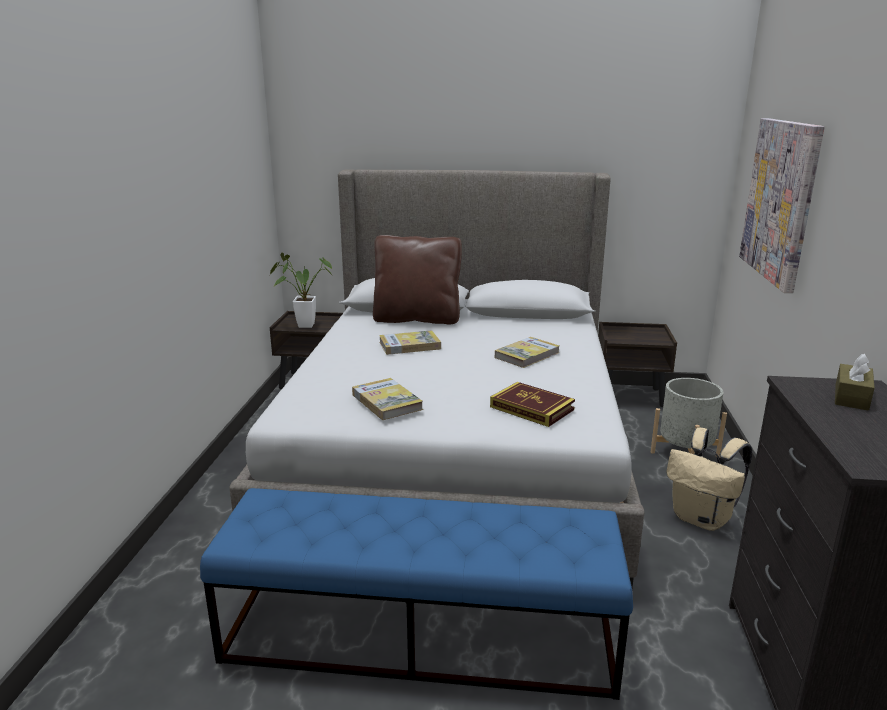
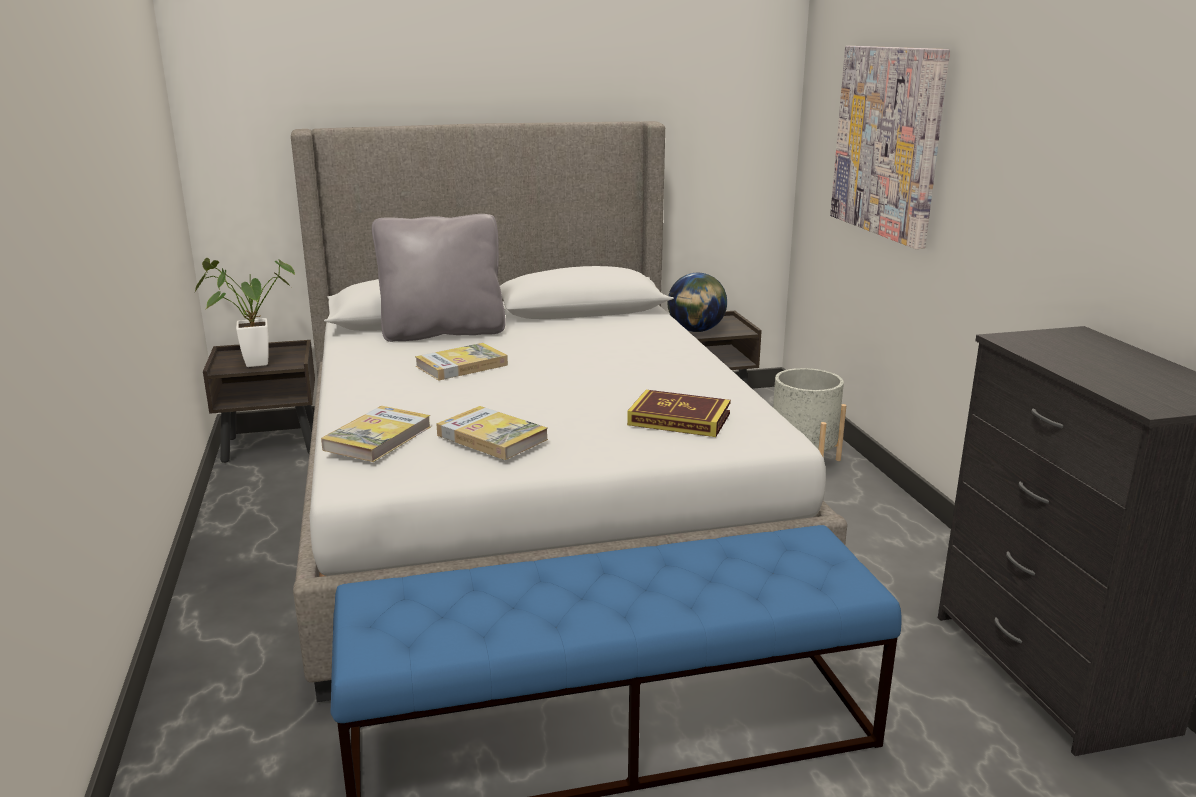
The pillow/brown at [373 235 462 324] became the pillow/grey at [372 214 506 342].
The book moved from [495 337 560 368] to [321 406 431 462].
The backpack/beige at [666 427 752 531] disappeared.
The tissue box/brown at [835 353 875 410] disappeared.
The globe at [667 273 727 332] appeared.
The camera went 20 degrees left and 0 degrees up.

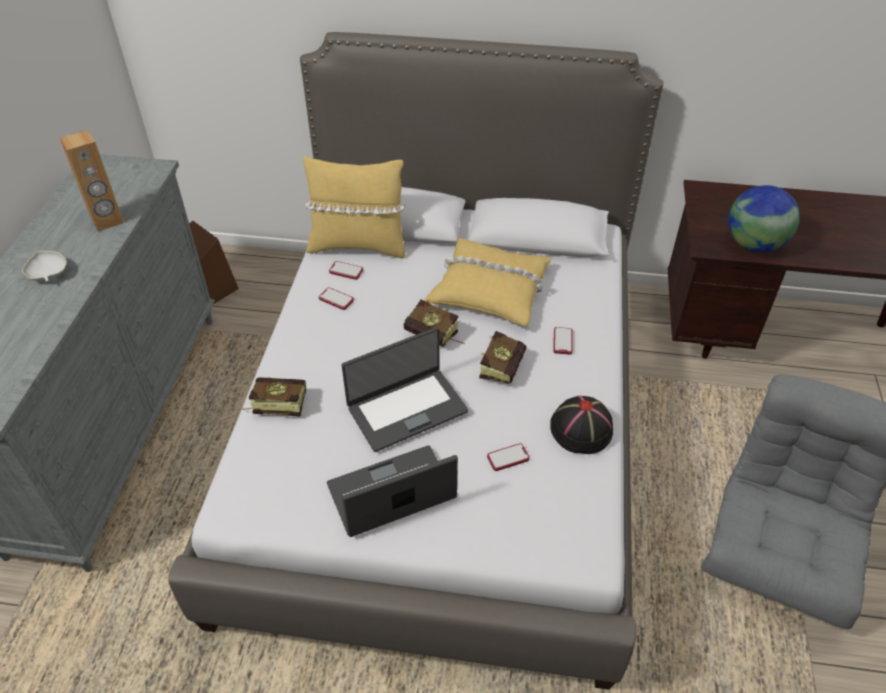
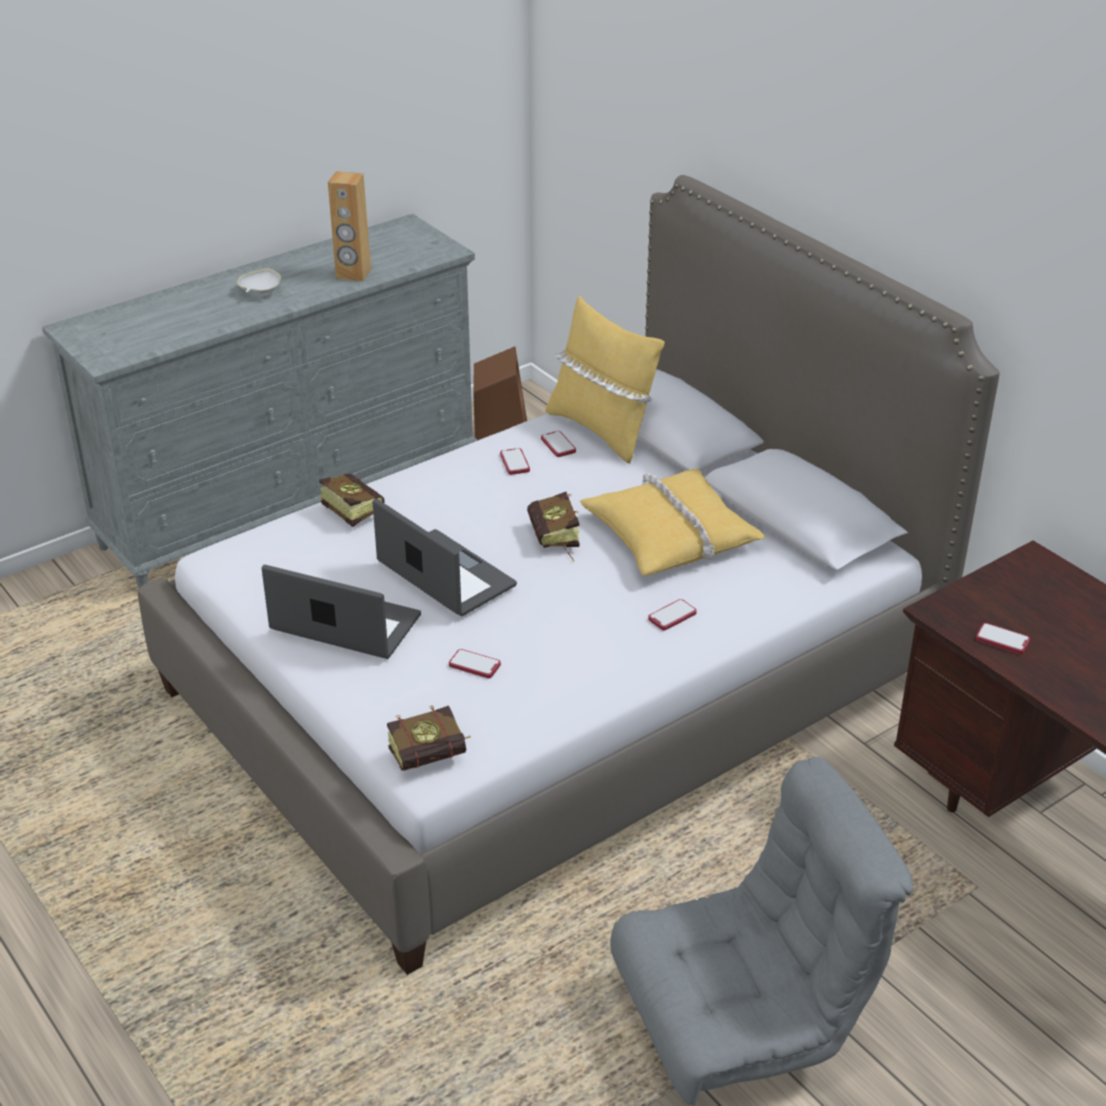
The laptop at [342 327 468 452] turned 150 degrees counterclockwise.
The book moved from [479 331 527 384] to [387 706 471 771].
The hat/black at [550 396 613 454] disappeared.
The globe at [728 185 800 252] was replaced by the phone at [976 623 1030 654].
The camera went 45 degrees right and 10 degrees down.

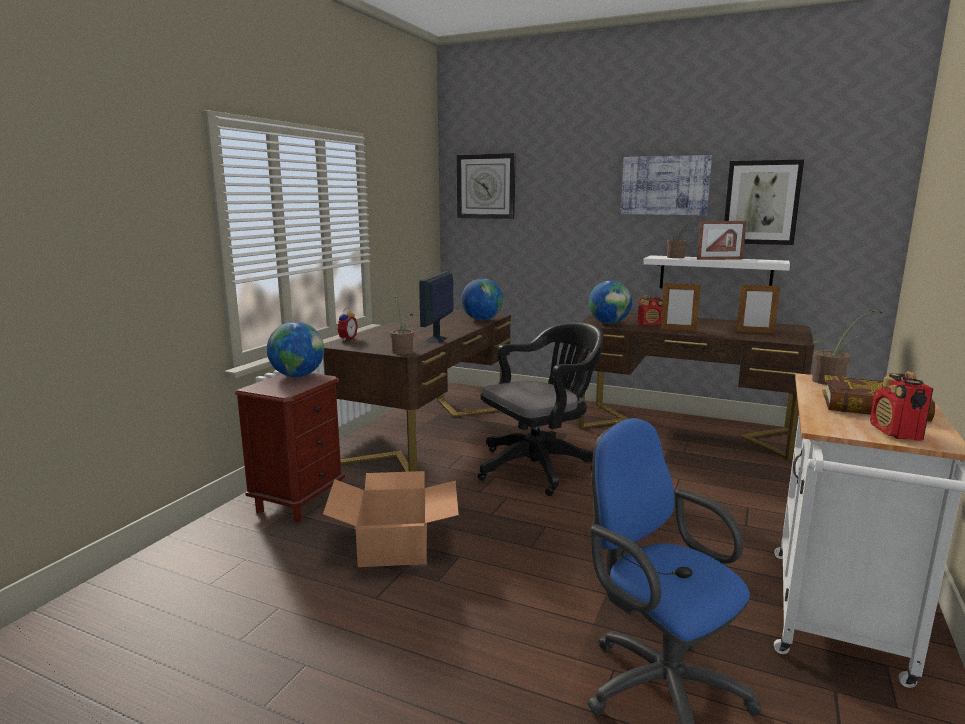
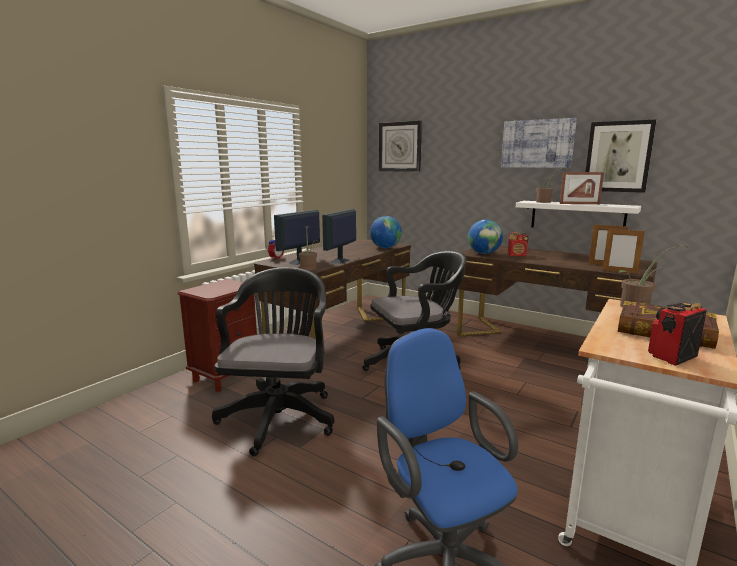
The globe at [267 322 324 377] disappeared.
The cardboard box at [323 471 459 567] was replaced by the office chair/black at [212 267 335 456].
The picture frame moved from [661 283 701 331] to [602 229 645 274].
The radio at [870 371 933 441] turned 45 degrees clockwise.
The monitor at [274 210 320 265] appeared.
The camera went 10 degrees right and 0 degrees up.

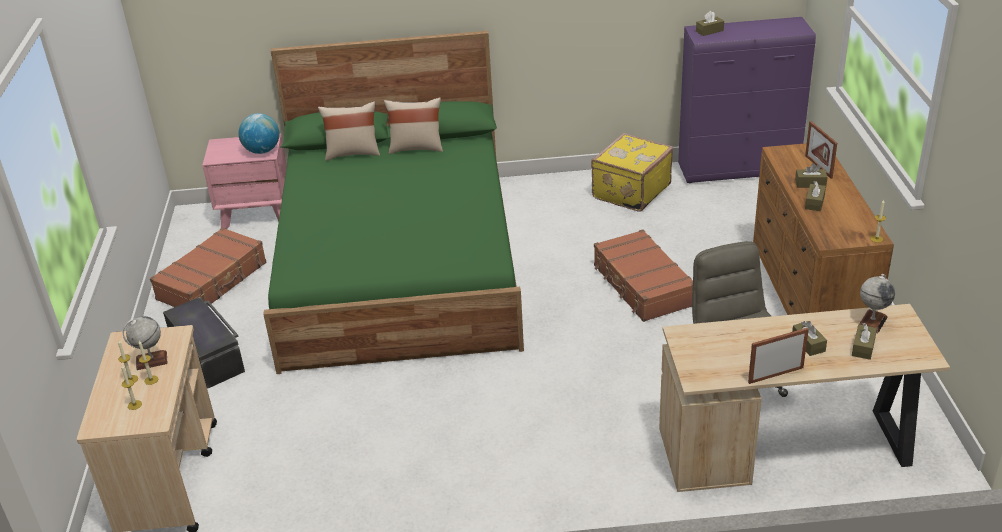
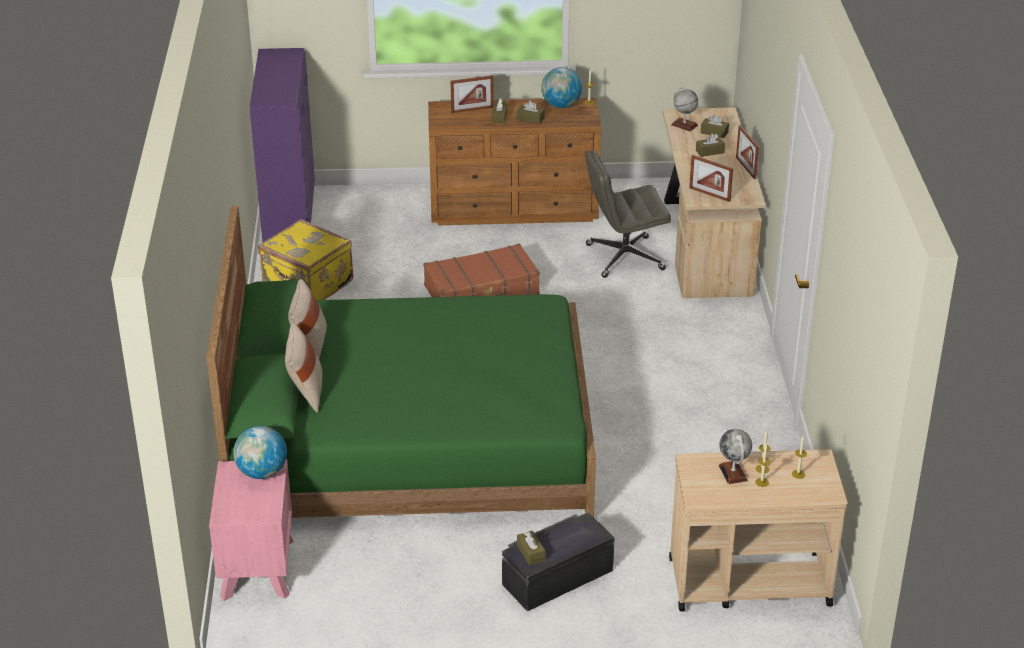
The suitcase/brown at [150 227 266 307] disappeared.
The tissue box/brown moved from [696 11 724 36] to [517 531 545 565].
The globe at [541 67 582 108] appeared.
The picture frame at [689 155 733 202] appeared.
The camera went 90 degrees left and 0 degrees up.

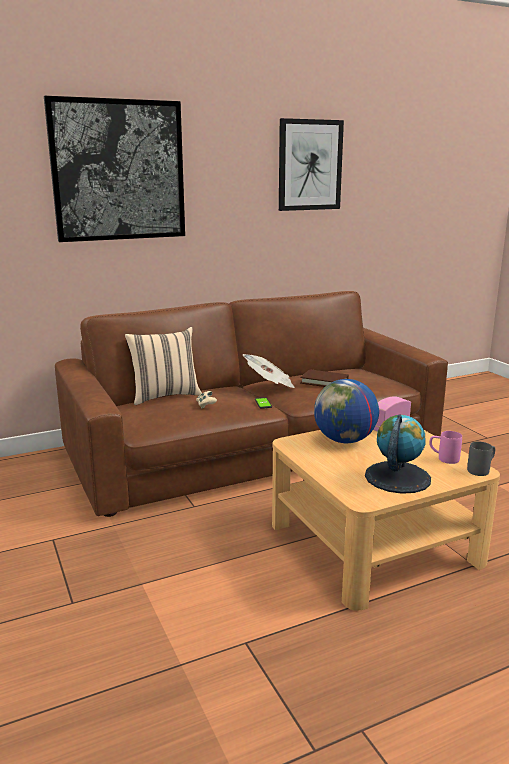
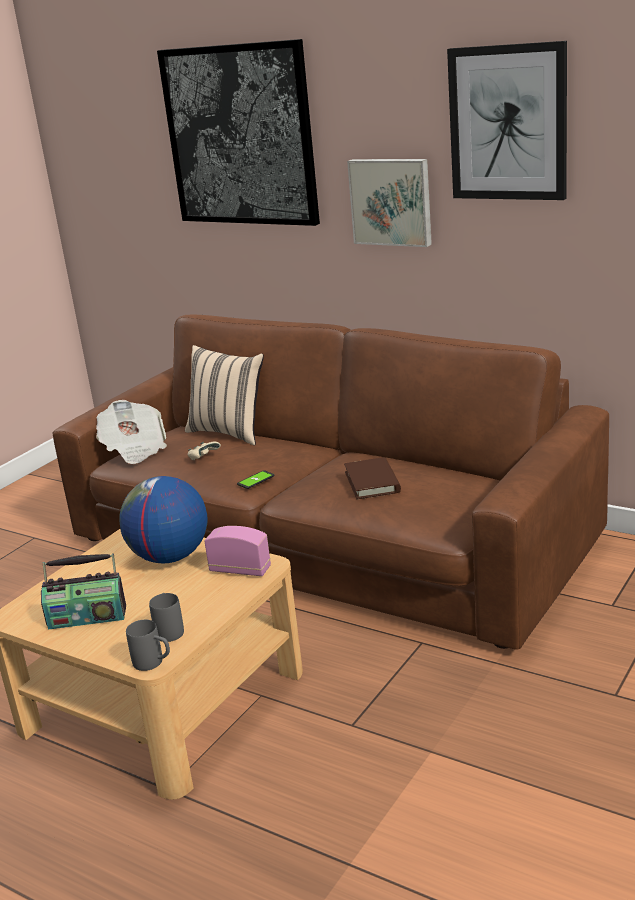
The newspaper moved from [243 354 295 388] to [96 400 167 464].
The globe at [365 414 431 494] was replaced by the radio at [41 553 126 630].
The mug/pink at [429 431 462 464] became the mug/grey at [149 593 184 642].
The picture at [347 159 432 247] appeared.
The camera went 60 degrees right and 5 degrees up.

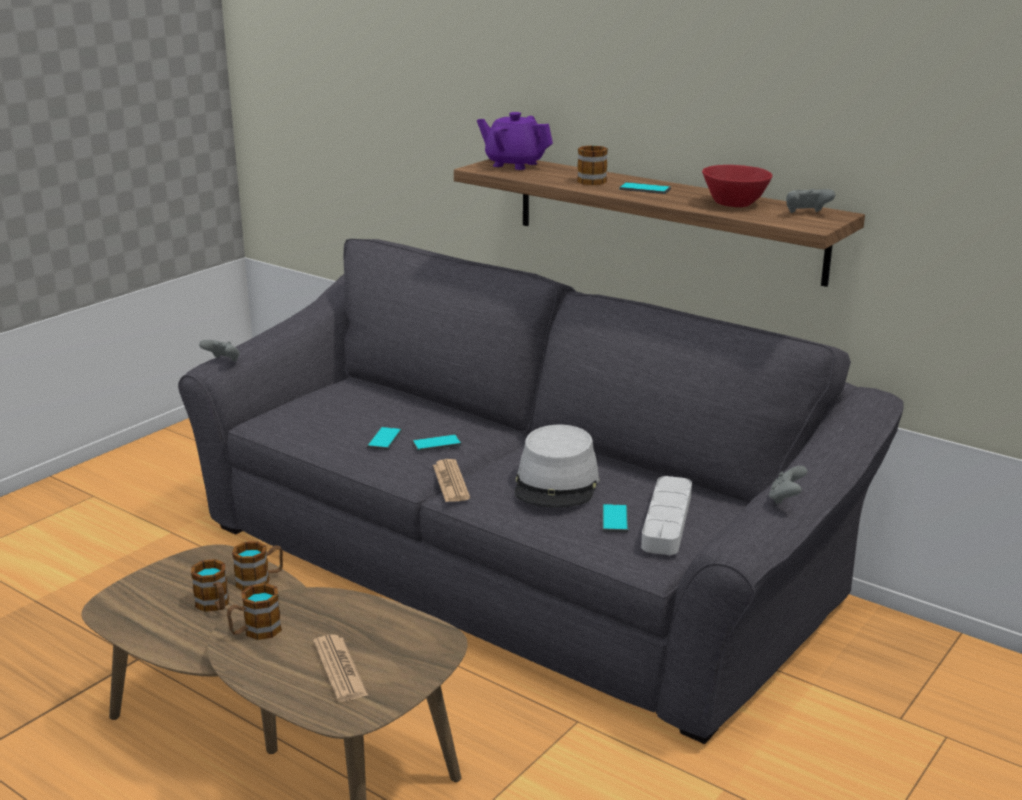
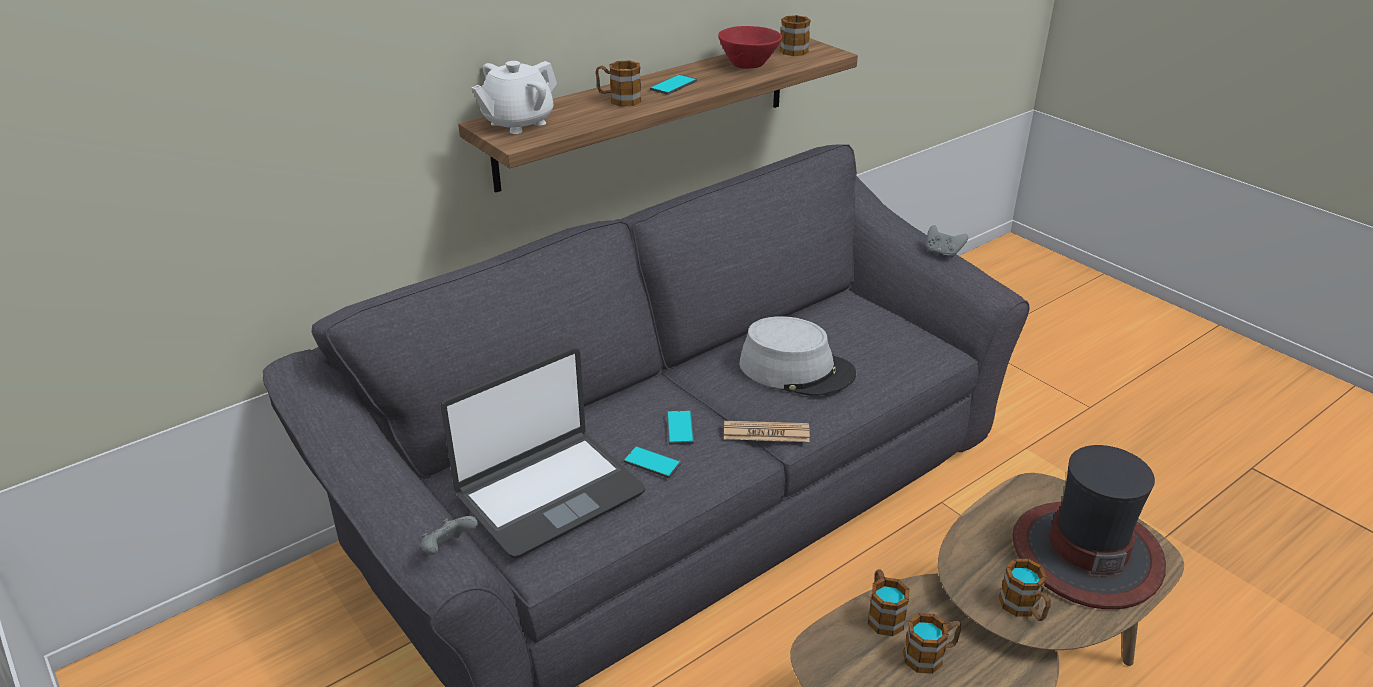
The newspaper at [313 634 369 702] was replaced by the hat at [1012 445 1166 609].
The teapot/purple at [477 112 553 170] became the teapot/white at [471 61 557 134].
The phone at [602 504 628 533] disappeared.
The tray/grey at [641 476 692 555] disappeared.
The game controller/grey at [786 189 836 213] was replaced by the mug at [780 15 811 56].
The laptop at [441 348 645 559] appeared.
The camera went 75 degrees left and 10 degrees up.

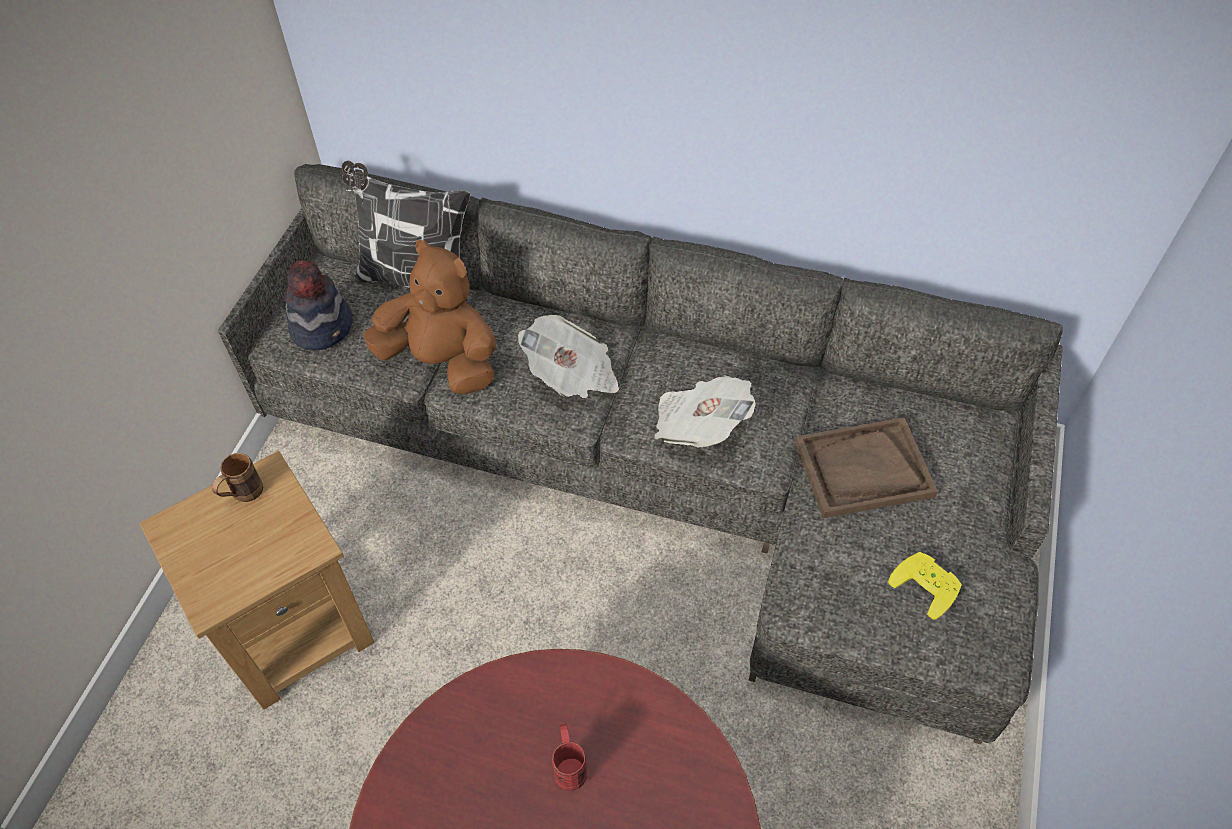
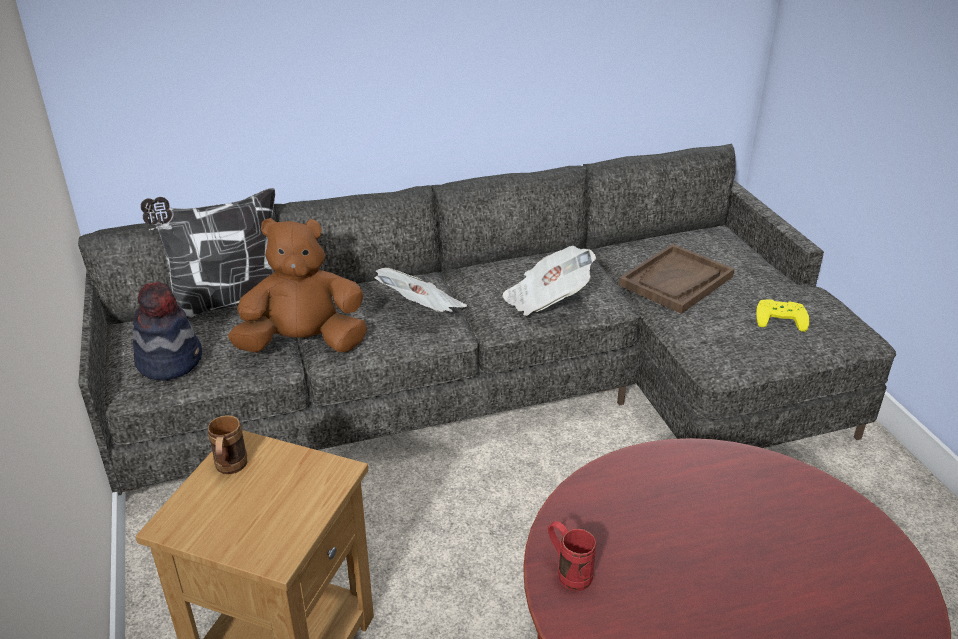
The mug/red moved from [552 724 587 791] to [548 521 596 591].
The camera went 35 degrees left and 20 degrees down.

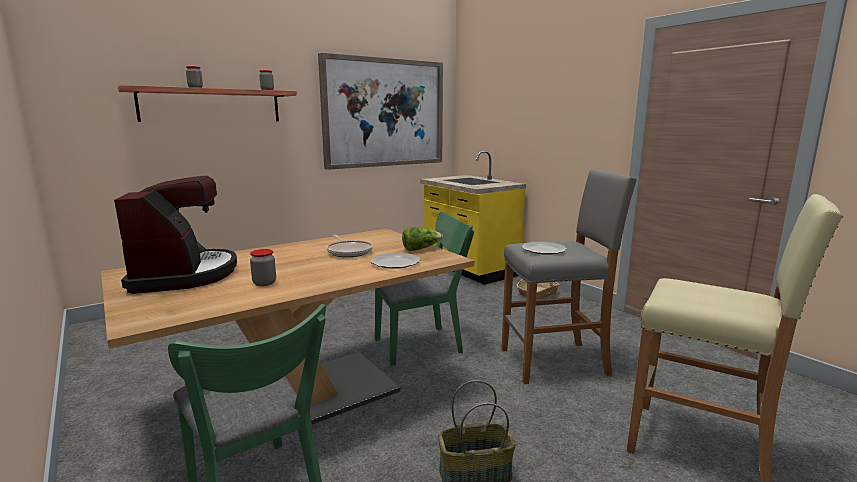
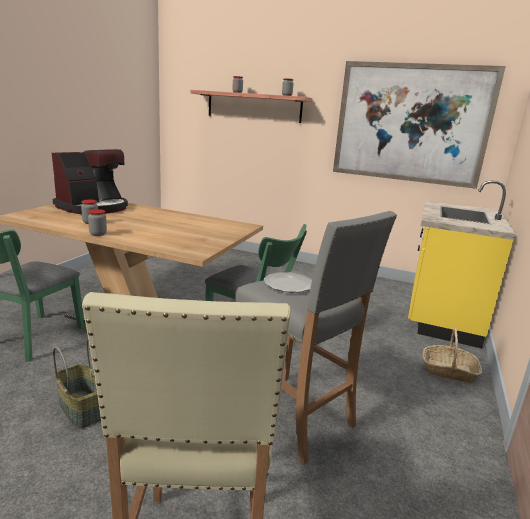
The frying pan at [327 235 373 257] disappeared.
The plate at [371 253 420 269] disappeared.
The lettuce at [402 227 443 251] disappeared.
The jar at [88 209 107 236] appeared.
The camera went 55 degrees right and 5 degrees up.

